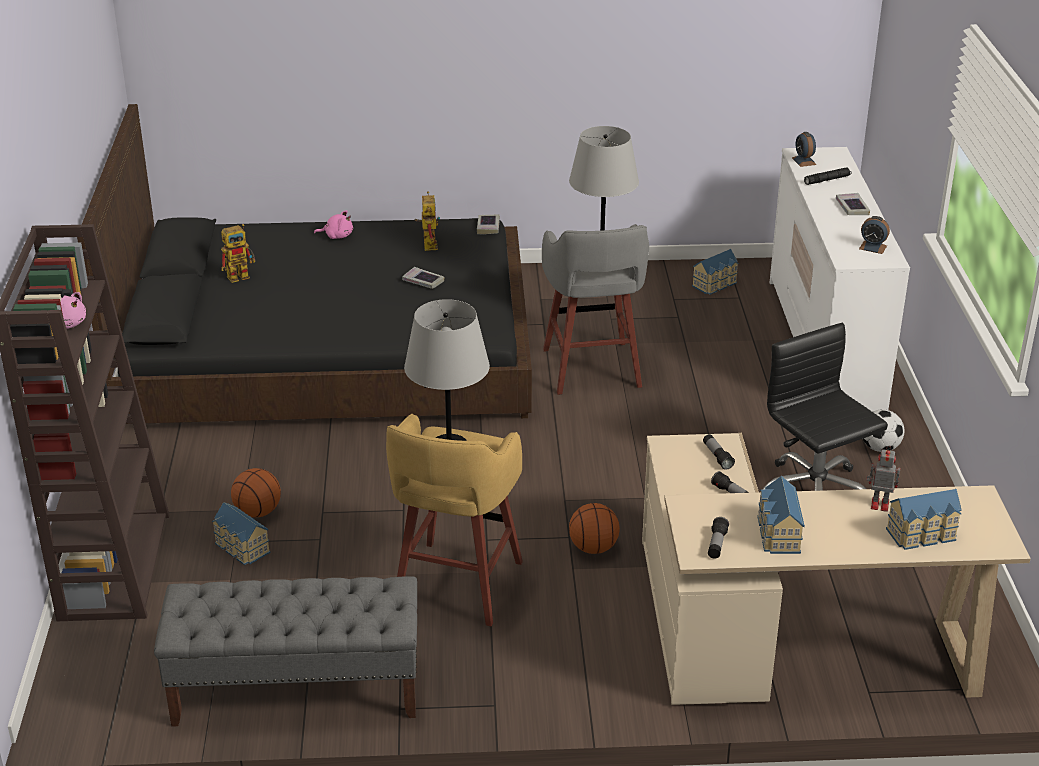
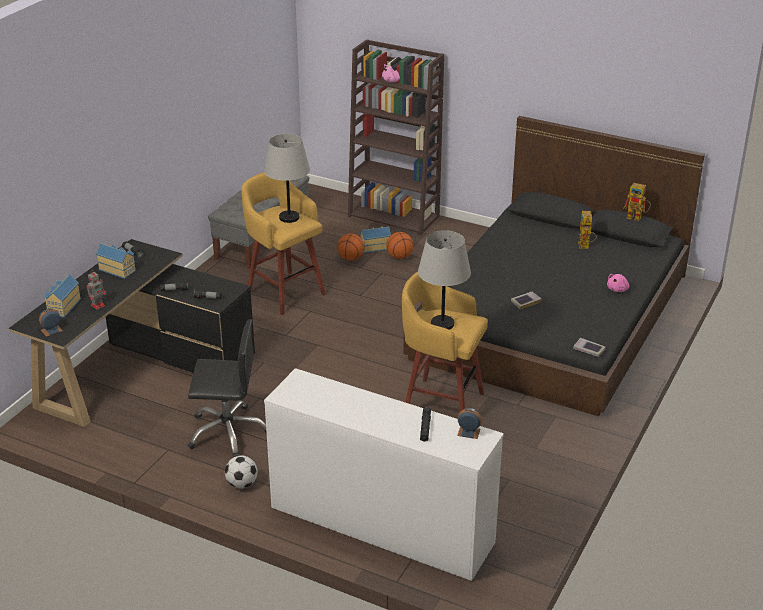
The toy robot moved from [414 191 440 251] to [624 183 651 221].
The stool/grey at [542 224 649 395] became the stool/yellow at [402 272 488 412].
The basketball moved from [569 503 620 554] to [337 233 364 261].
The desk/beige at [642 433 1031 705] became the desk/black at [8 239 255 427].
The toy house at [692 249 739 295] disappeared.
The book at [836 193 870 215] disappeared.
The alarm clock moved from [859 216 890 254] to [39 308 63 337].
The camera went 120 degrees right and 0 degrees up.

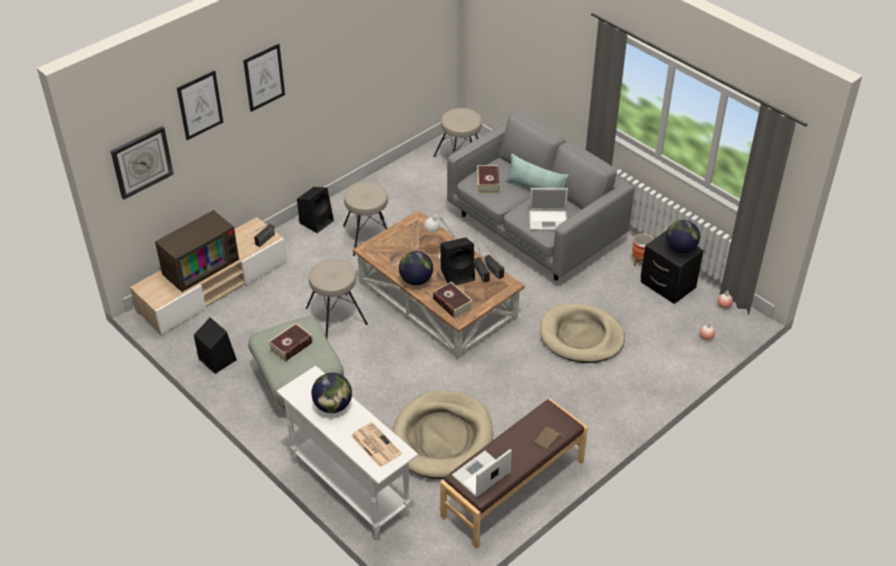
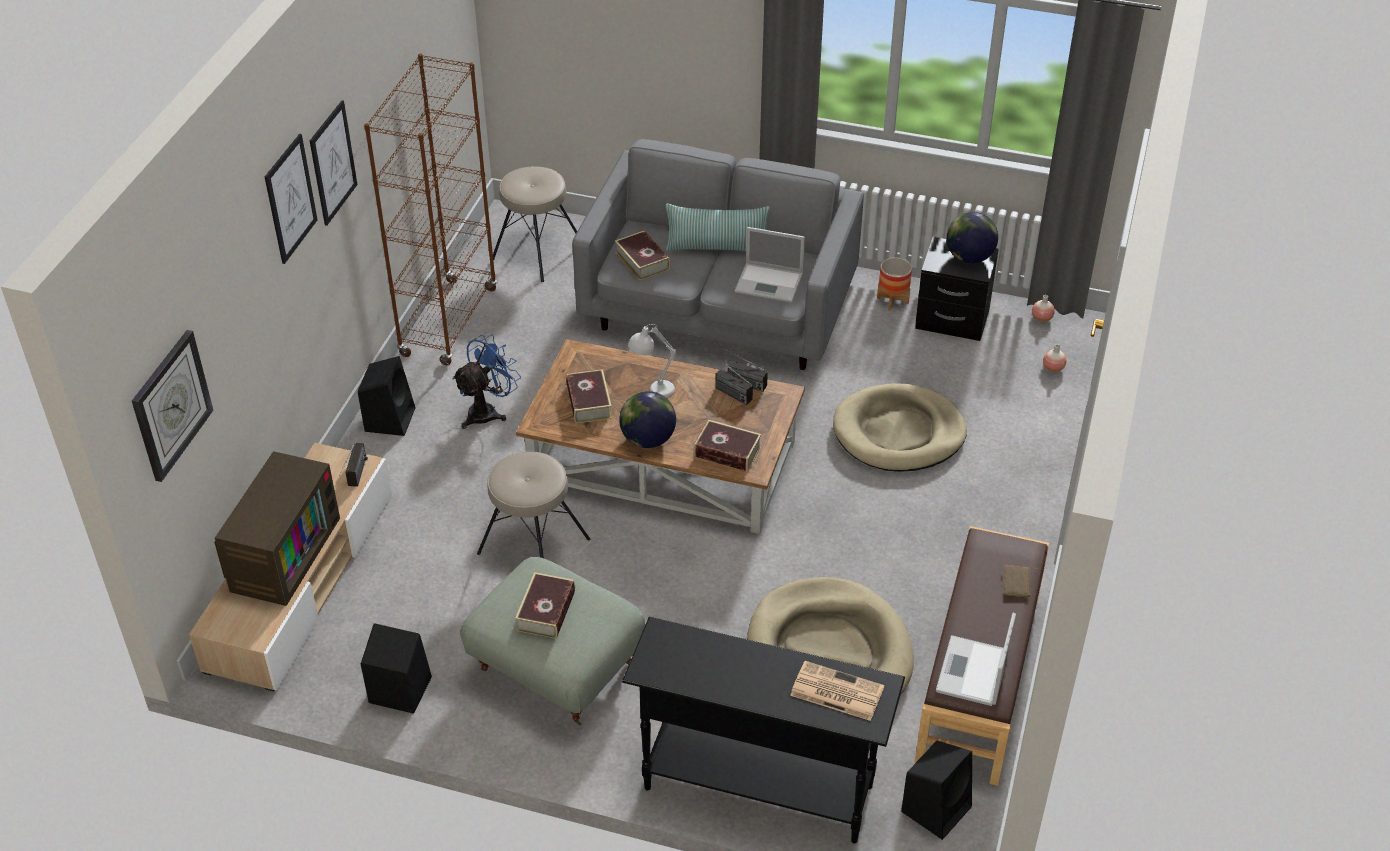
The picture moved from [177 70 223 140] to [310 101 357 226].
The console table/white at [276 366 419 541] became the console table/black at [622 617 905 843].
The globe at [311 373 352 413] disappeared.
The stool/beige at [343 182 388 256] was replaced by the fan/blue at [452 335 521 429].
The speaker/black moved from [440 237 475 285] to [901 741 972 840].
The laptop at [529 188 568 230] turned 45 degrees clockwise.
The bookcase/brown at [364 54 497 365] appeared.
The book at [566 369 612 424] appeared.
The camera went 30 degrees left and 0 degrees up.

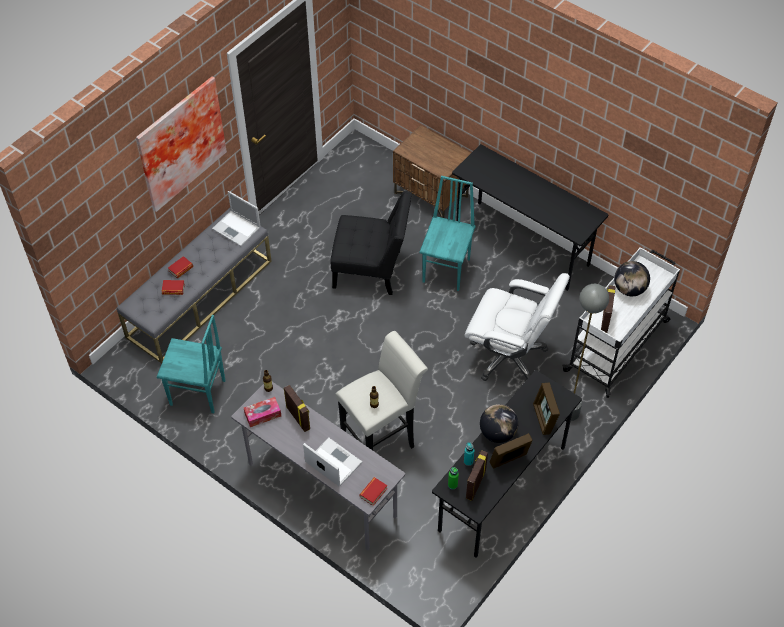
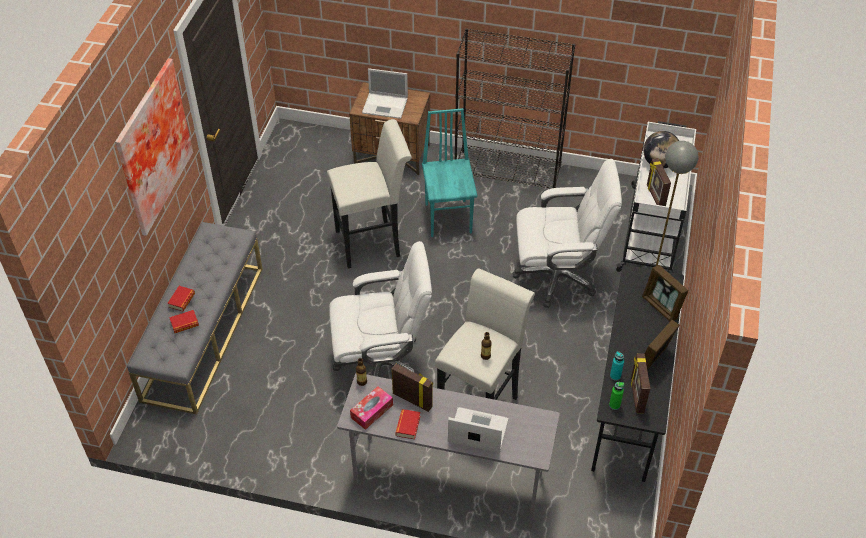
The chair/turquoise at [157 315 226 413] disappeared.
The laptop moved from [212 191 260 246] to [362 68 408 119].
The chair/black at [330 191 412 295] was replaced by the stool/white at [327 119 412 269].
The book moved from [360 477 387 506] to [395 409 421 439].
The desk/black at [452 144 608 291] was replaced by the bookcase/black at [455 28 575 189].
The globe at [480 404 518 443] disappeared.
The office chair/white at [329 241 432 377] appeared.
The camera went 25 degrees left and 5 degrees down.

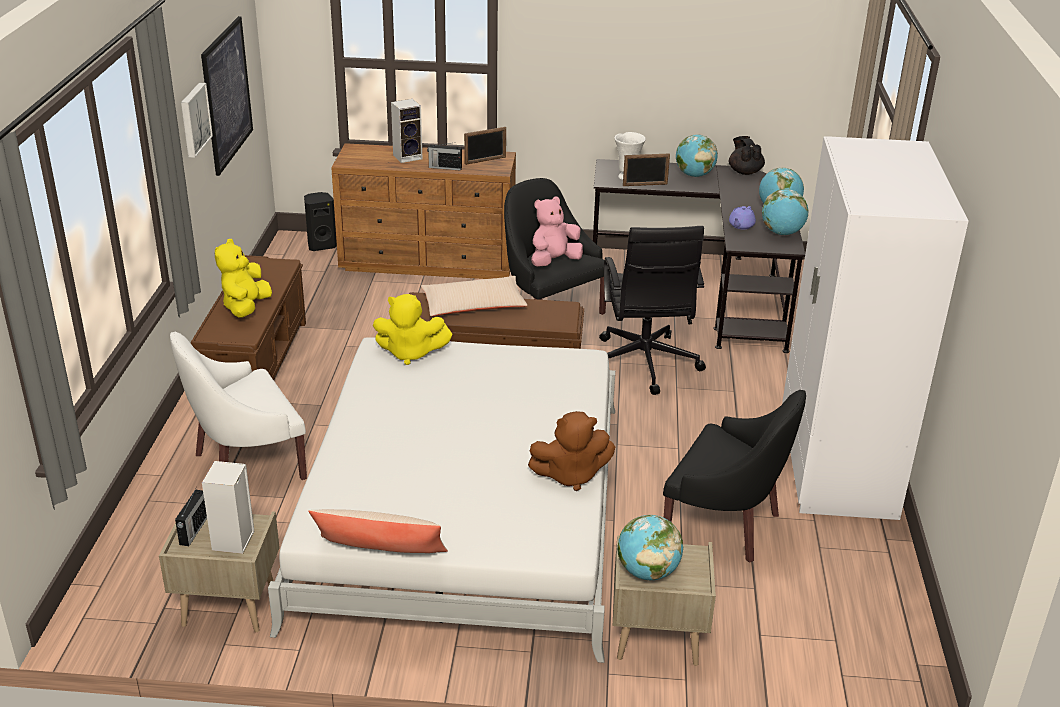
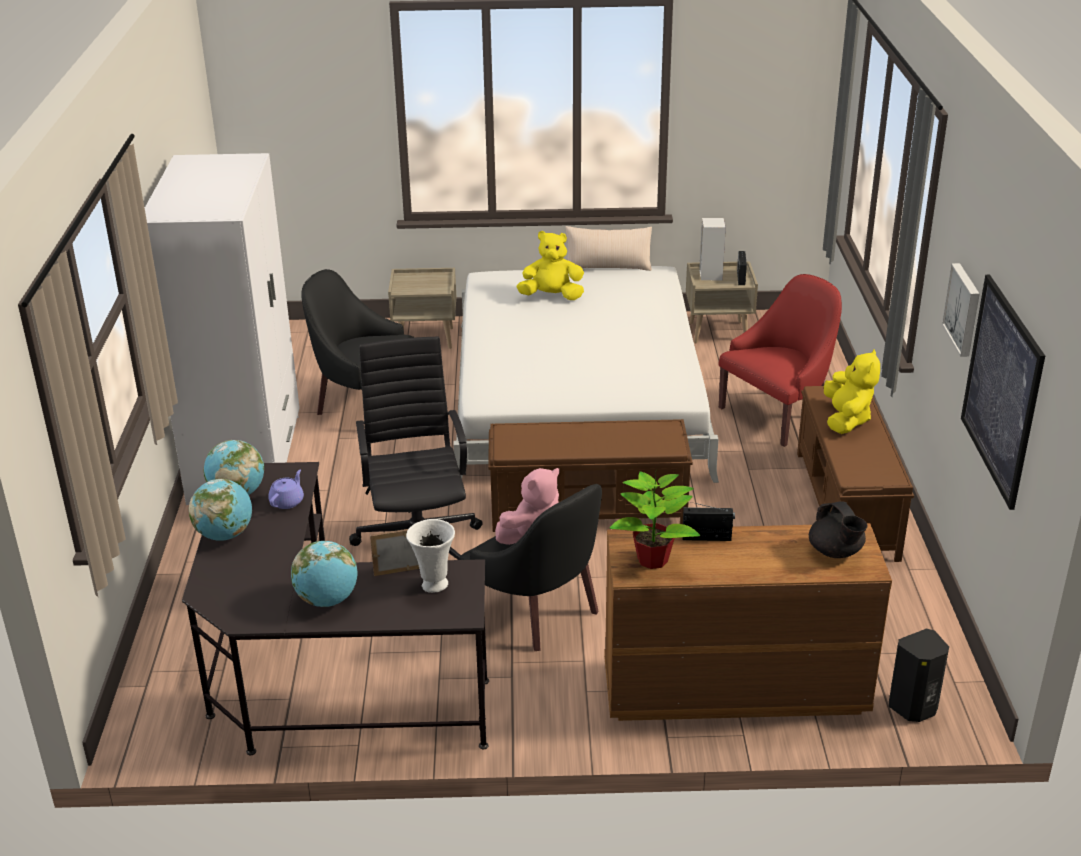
The armchair/white at [170 332 307 480] became the armchair/red at [719 274 842 447].
The plush toy/yellow moved from [373 294 453 365] to [517 231 584 300].
The speaker at [391 99 422 163] disappeared.
The pillow/beige at [421 276 527 316] disappeared.
The picture frame at [464 127 506 165] was replaced by the potted plant at [610 472 700 569].
The plush toy/brown at [528 411 615 491] disappeared.
The globe at [617 515 683 580] disappeared.
The teapot/black moved from [729 136 765 175] to [809 502 867 558].
The camera went 175 degrees right and 0 degrees up.

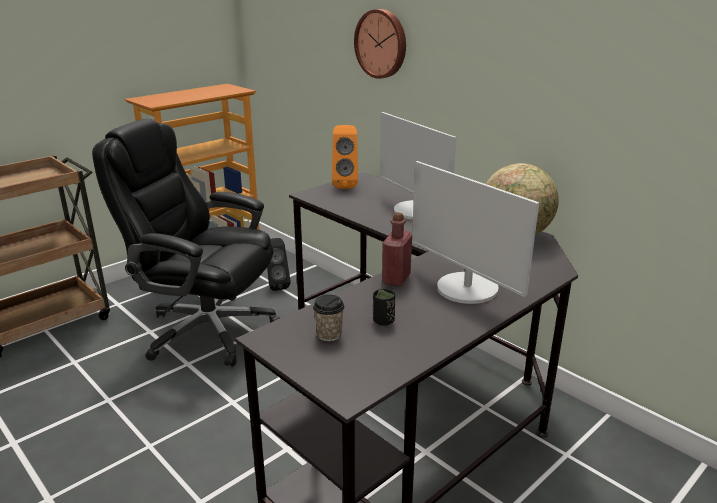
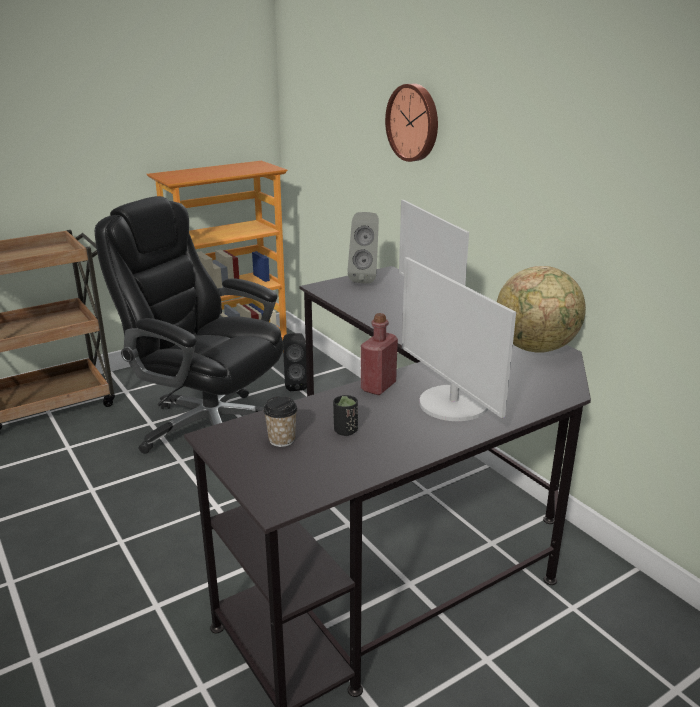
The speaker/orange at [332 125 358 189] became the speaker/grey at [347 212 379 283].
The camera went 10 degrees right and 0 degrees up.

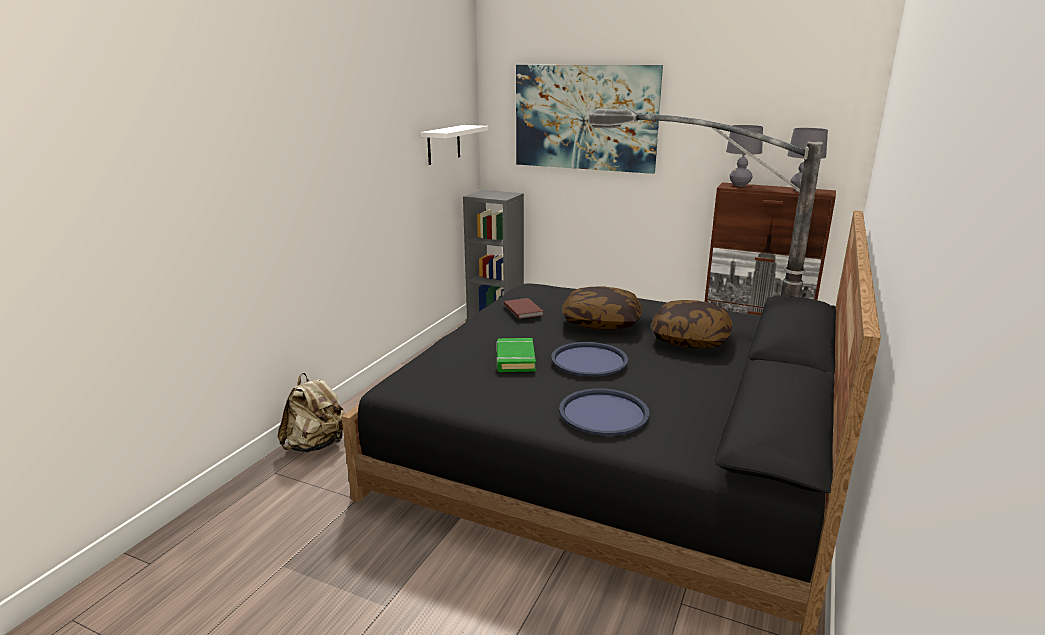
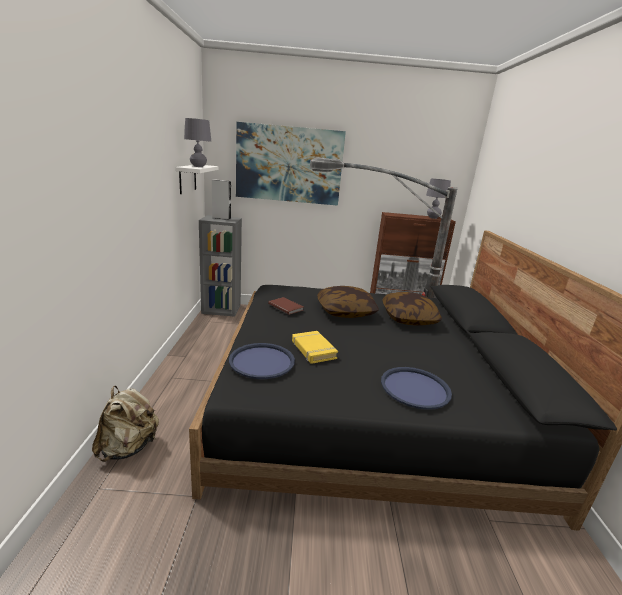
The book/green at [496 338 536 372] became the book/yellow at [292 331 338 364].
The tray/blue moved from [551 342 628 377] to [229 343 295 379].
The table lamp/grey moved from [726 125 763 186] to [184 118 211 167].
The speaker/grey at [212 179 231 220] appeared.
The camera went 25 degrees left and 0 degrees up.

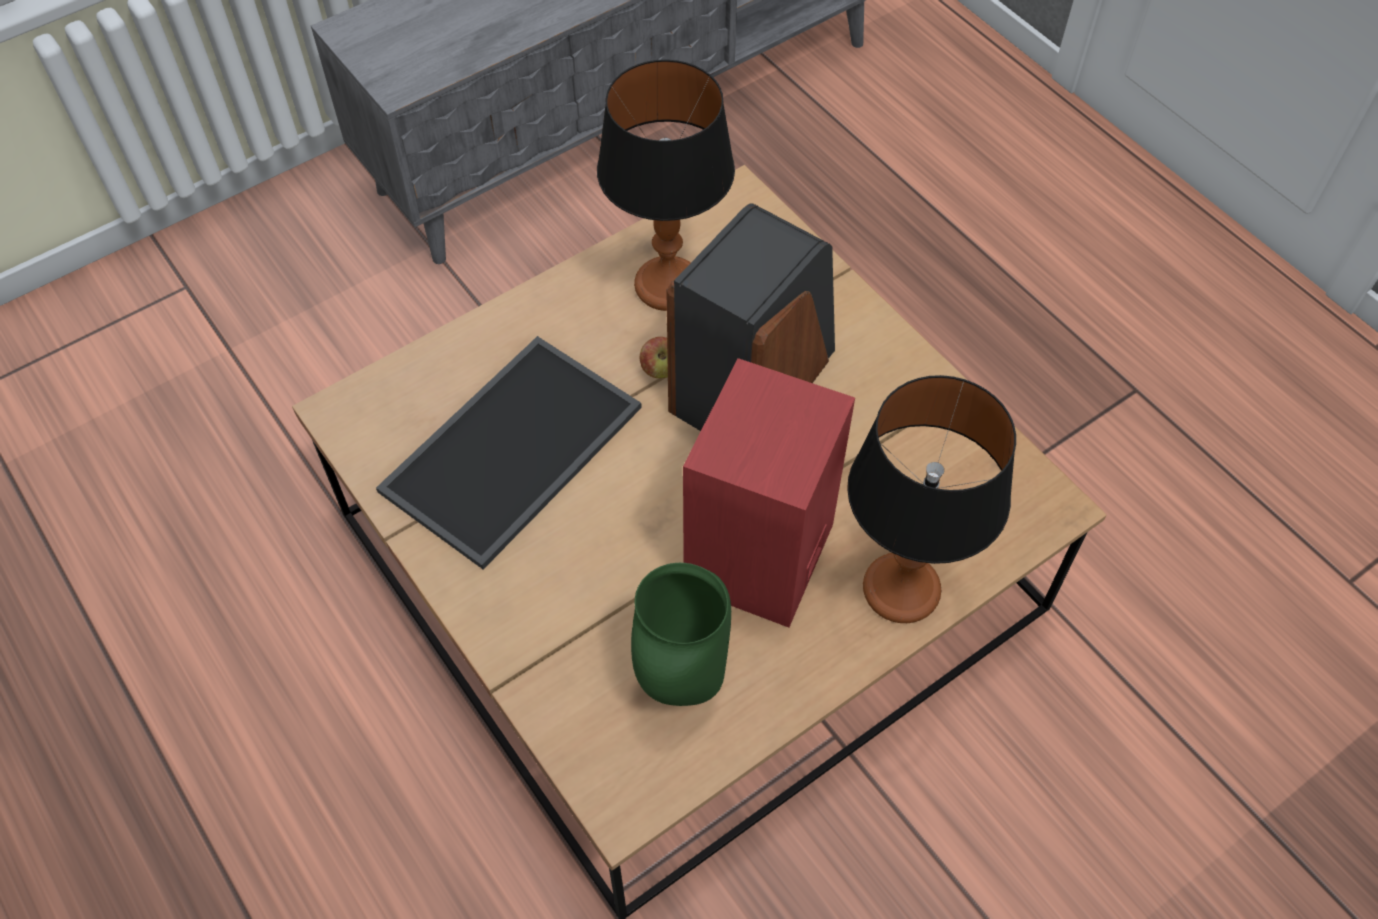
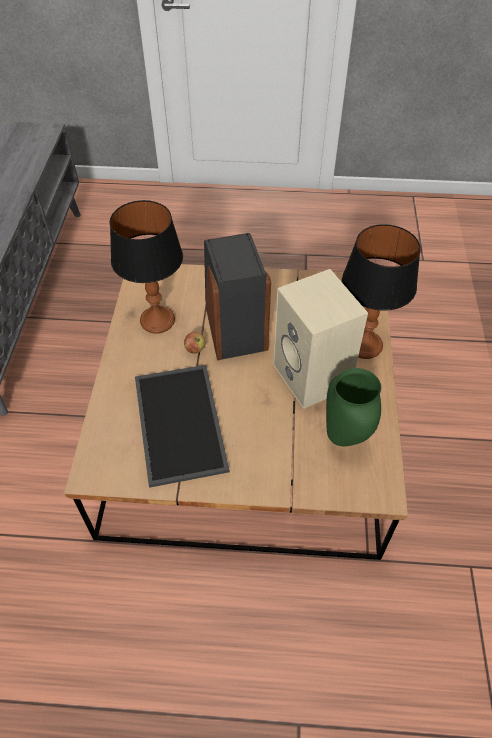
The speaker/red at [683 358 855 628] became the speaker/beige at [273 269 368 409].
The camera went 50 degrees left and 5 degrees down.

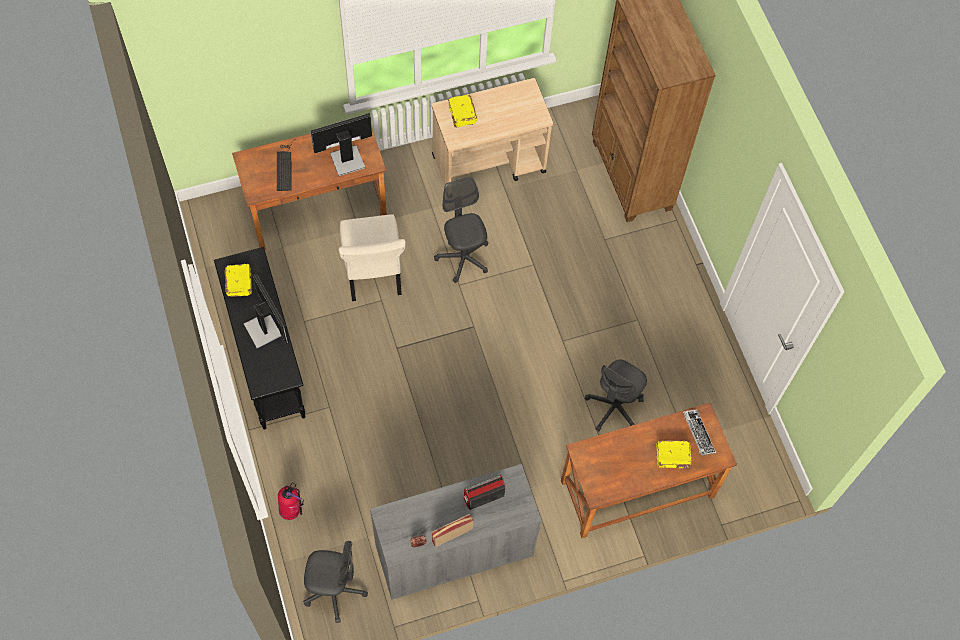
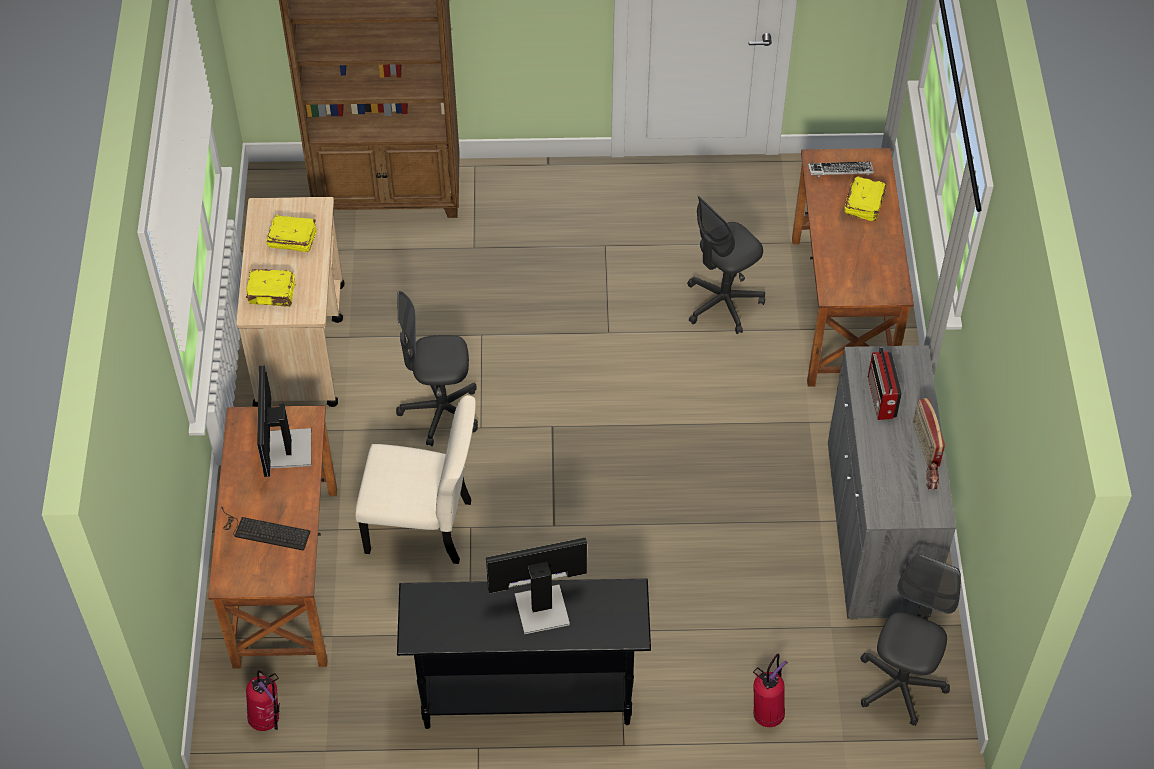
The book/yellow moved from [225 264 252 297] to [266 215 317 252].
The office chair/grey at [585 359 647 431] turned 90 degrees clockwise.
The fire extinguisher at [246 670 280 731] appeared.
The camera went 70 degrees left and 10 degrees down.

